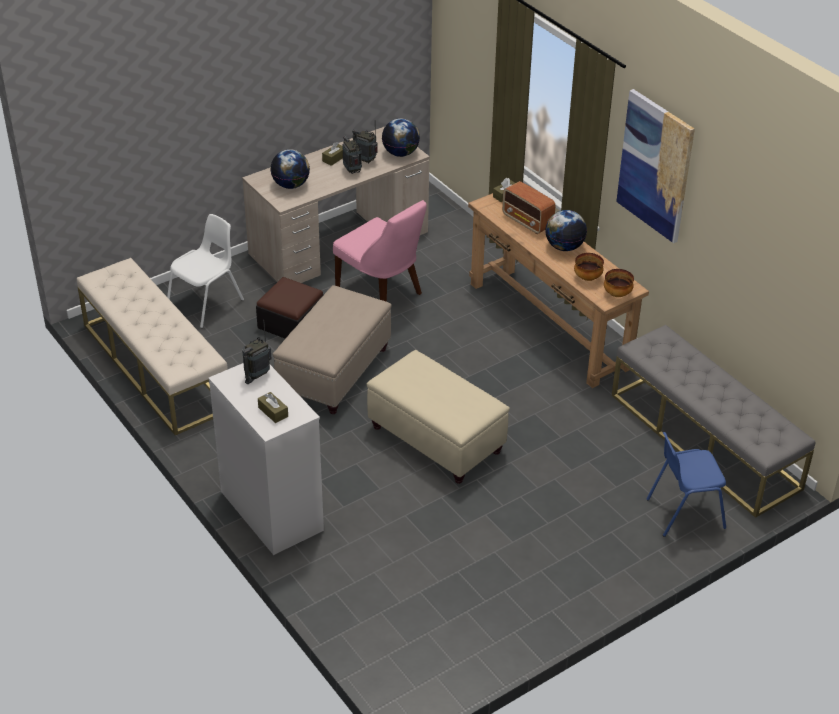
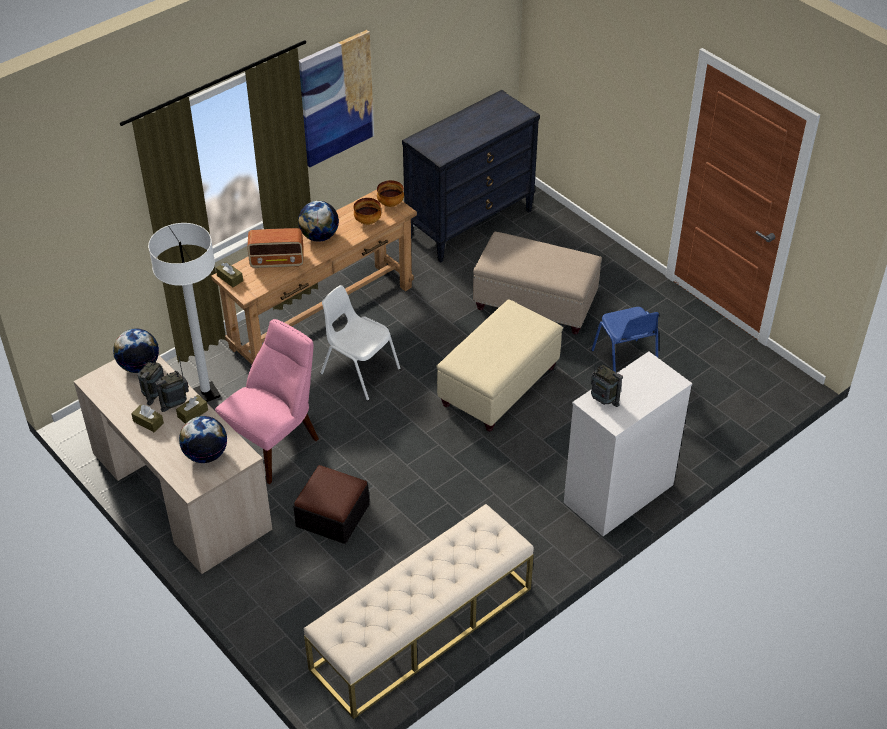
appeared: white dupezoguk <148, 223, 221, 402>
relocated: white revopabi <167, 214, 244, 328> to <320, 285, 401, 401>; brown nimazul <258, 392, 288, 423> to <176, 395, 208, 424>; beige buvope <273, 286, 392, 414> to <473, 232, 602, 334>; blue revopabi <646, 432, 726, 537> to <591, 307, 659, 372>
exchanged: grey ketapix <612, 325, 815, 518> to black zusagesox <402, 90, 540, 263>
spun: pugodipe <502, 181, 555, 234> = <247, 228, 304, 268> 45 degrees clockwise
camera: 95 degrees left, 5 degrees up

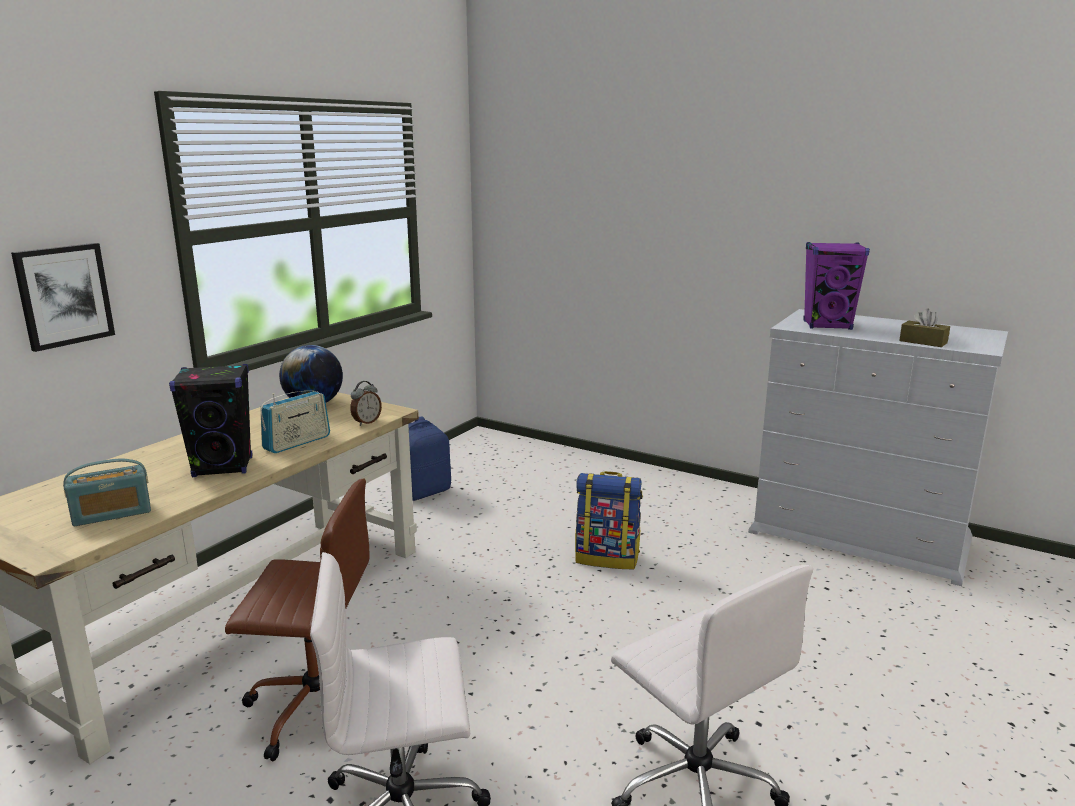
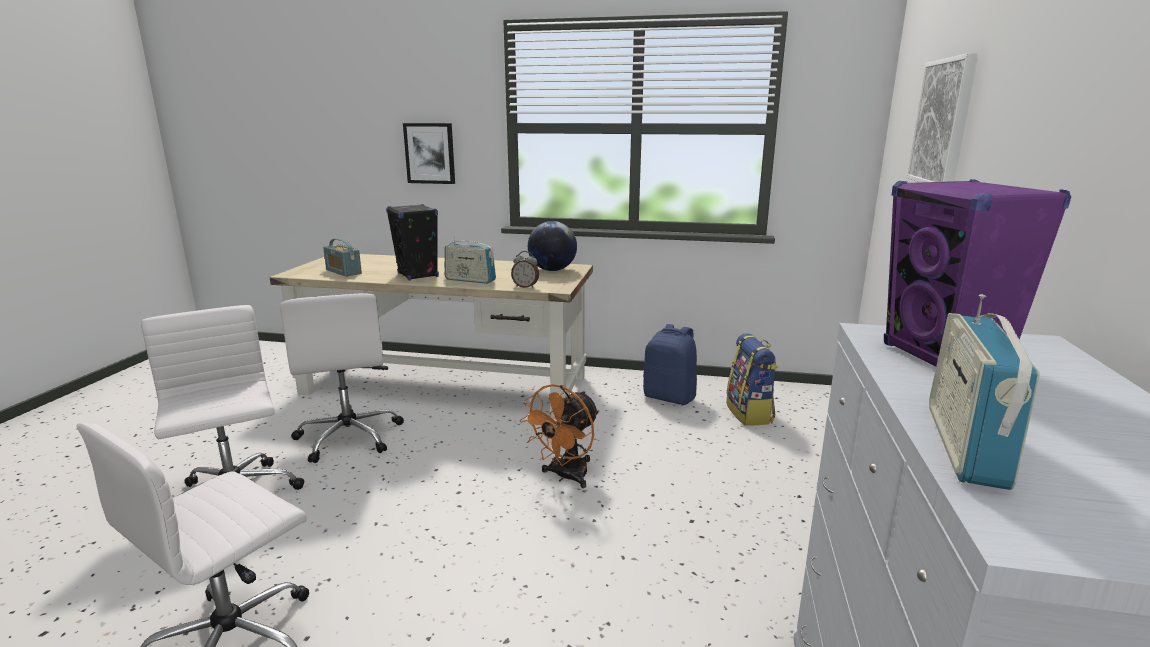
appeared: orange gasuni <520, 384, 599, 488>; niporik <906, 53, 979, 182>
relocated: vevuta <575, 471, 643, 569> to <726, 333, 777, 426>
exchanged: brown nimazul <899, 309, 950, 347> to pugodipe <929, 294, 1040, 490>
colour: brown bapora <225, 479, 370, 761> to white bapora <279, 293, 404, 463>
camera: 70 degrees right, 0 degrees up

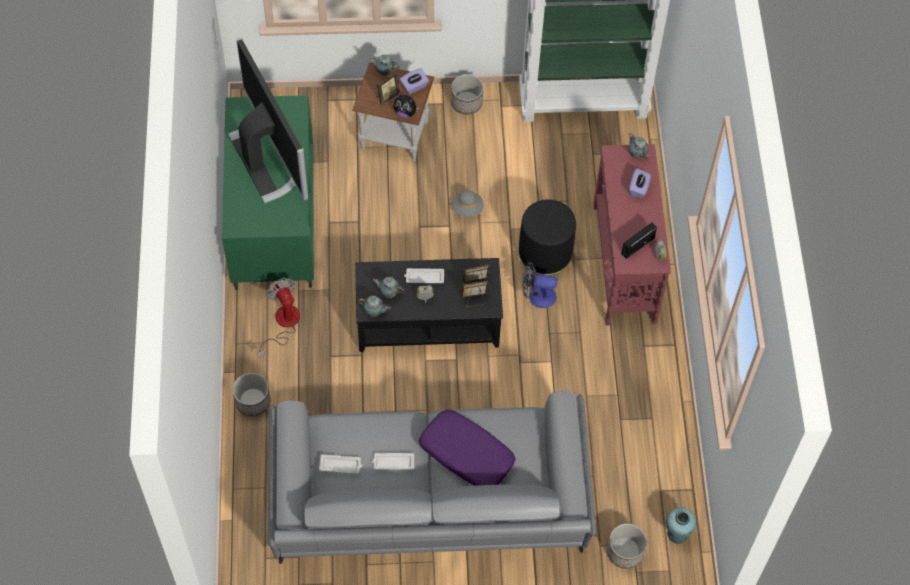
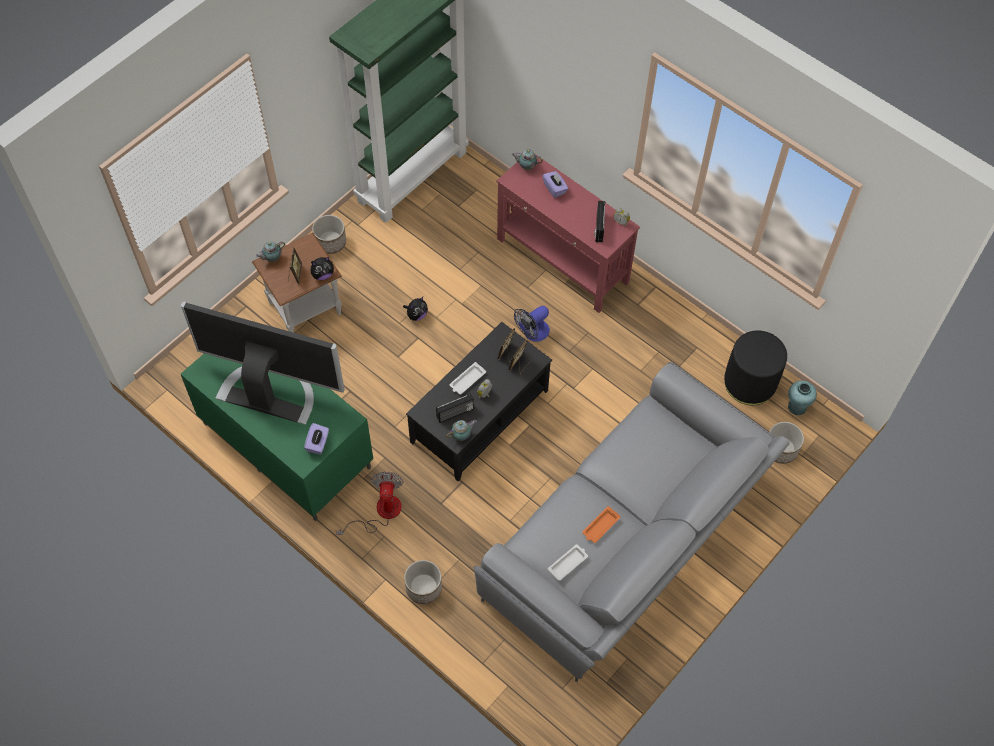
missing: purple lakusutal <419, 410, 515, 486>
relocated: purple nimazul <400, 68, 429, 94> to <304, 423, 329, 455>; black buvope <519, 200, 576, 275> to <724, 330, 787, 405>
exchanged: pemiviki <373, 277, 405, 298> to pugodipe <436, 393, 474, 423>; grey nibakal <452, 190, 484, 217> to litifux <403, 297, 428, 321>
colour: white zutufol <372, 453, 414, 470> to orange zutufol <582, 506, 621, 543>
spun: gasuni <258, 278, 300, 358> = <336, 472, 403, 535> 75 degrees clockwise
camera: 45 degrees left, 0 degrees up

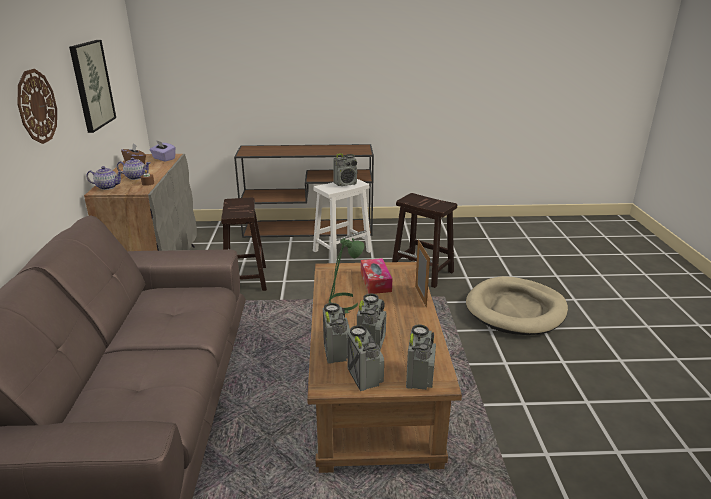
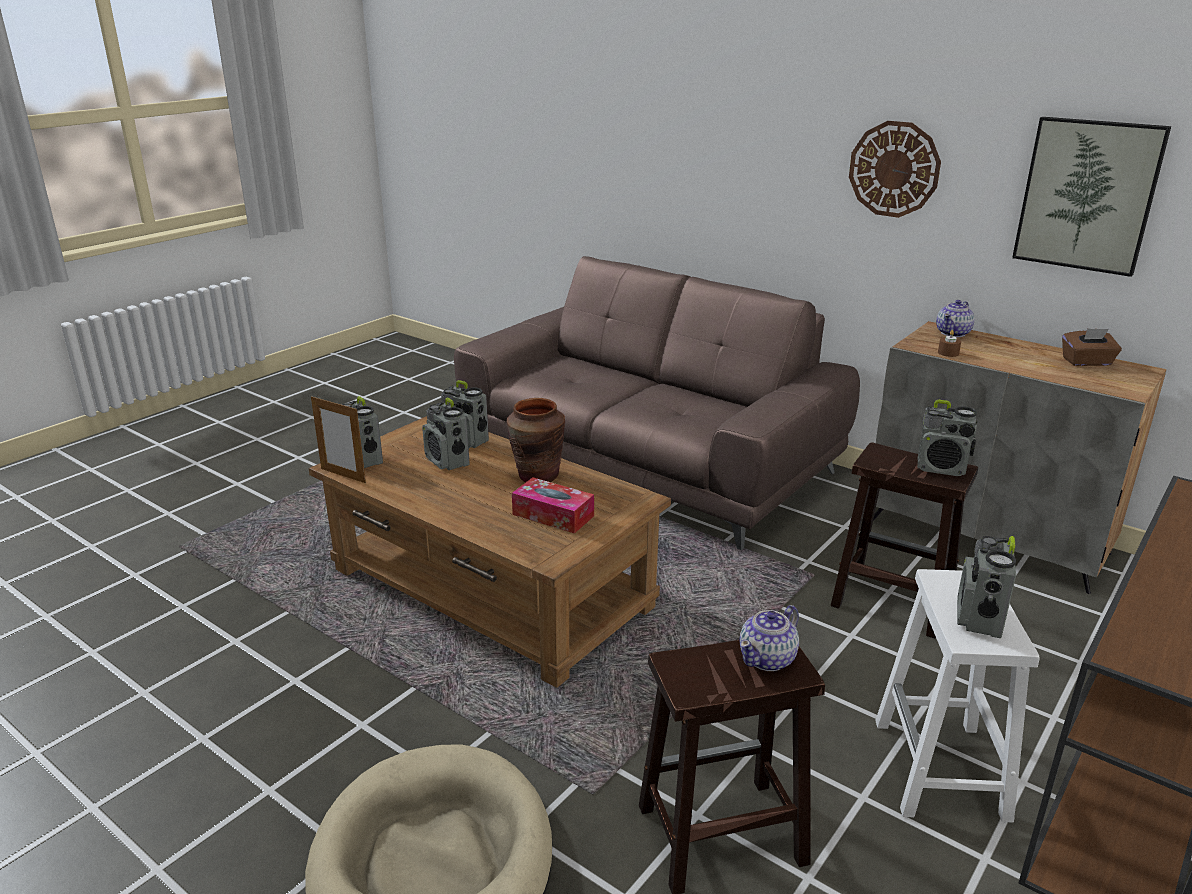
missing: purple nimazul <150, 140, 176, 162>
relocated: pemiviki <117, 157, 150, 180> to <739, 605, 799, 671>; pugodipe <347, 325, 384, 391> to <917, 400, 977, 476>; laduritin <415, 240, 430, 307> to <311, 395, 366, 483>
exchanged: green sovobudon <329, 238, 364, 313> to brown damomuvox <507, 398, 565, 482>
camera: 130 degrees right, 0 degrees up

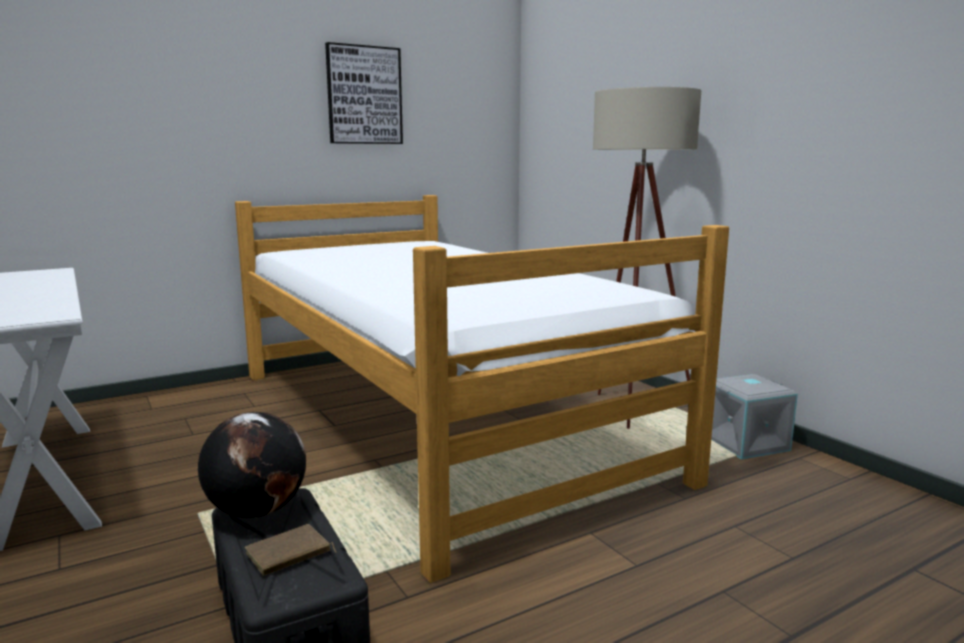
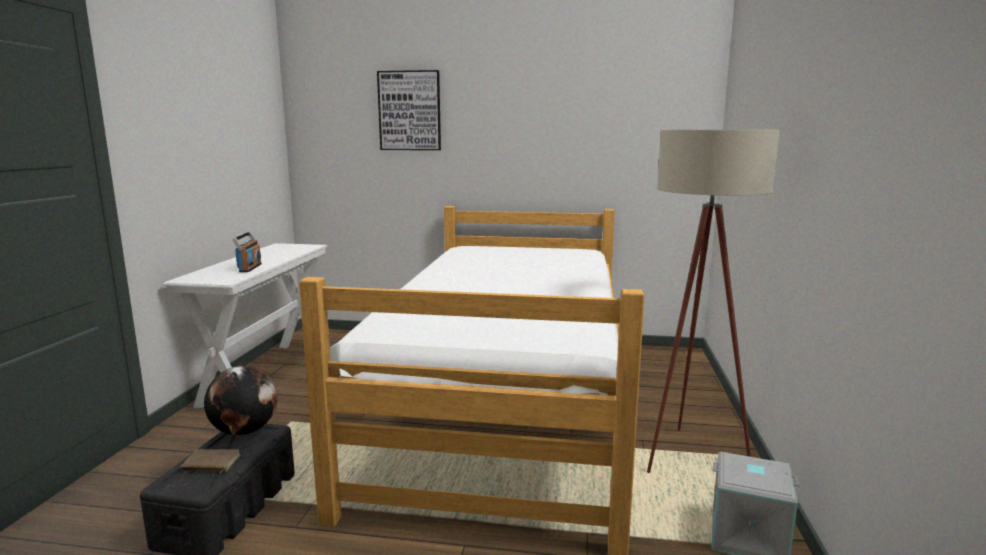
appeared: pugodipe <233, 232, 262, 272>
relocated: niporik <325, 42, 403, 144> to <377, 70, 441, 150>
camera: 40 degrees right, 0 degrees up

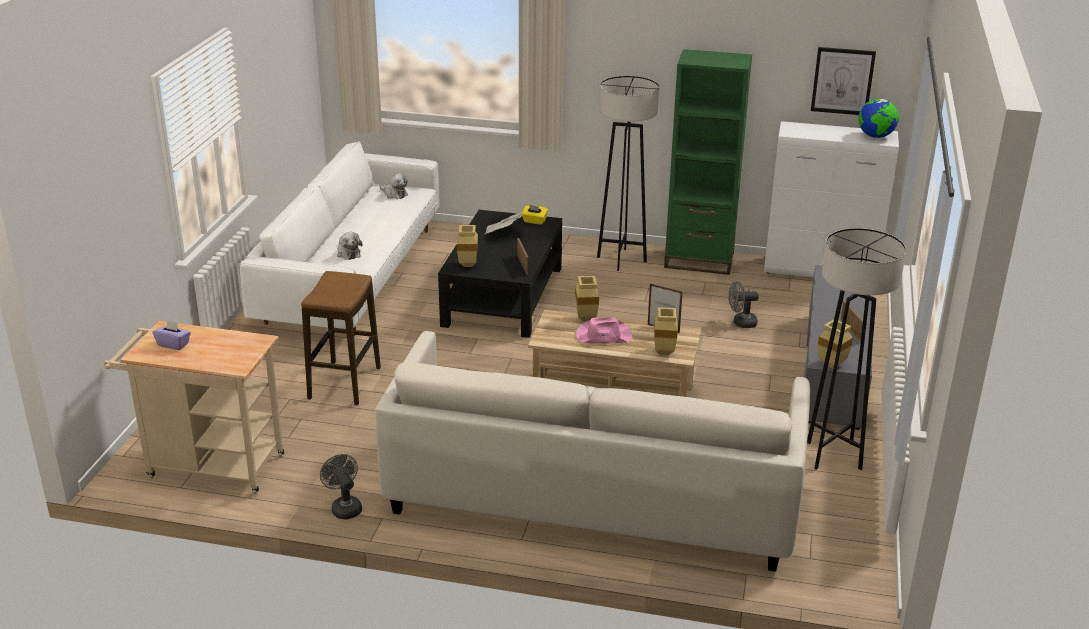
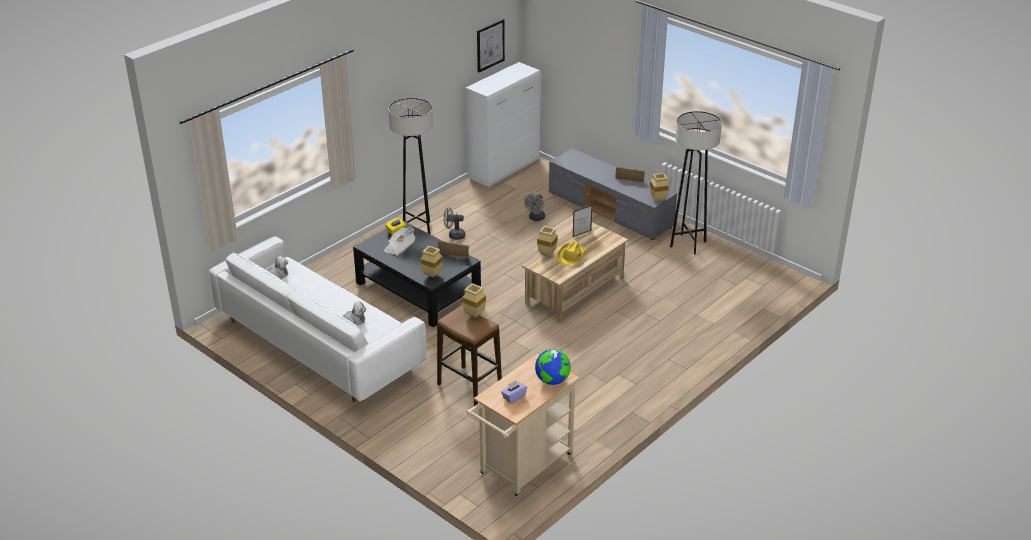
missing: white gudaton <375, 331, 810, 571>; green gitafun <664, 49, 752, 275>
relocated: grey gasuni <320, 454, 362, 519> to <443, 207, 465, 240>; beige damomuvox <654, 307, 678, 355> to <462, 283, 486, 318>; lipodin <858, 99, 899, 138> to <535, 349, 571, 385>
colour: pink nibakal <575, 317, 632, 344> to yellow nibakal <556, 241, 588, 265>
camera: 60 degrees left, 5 degrees up

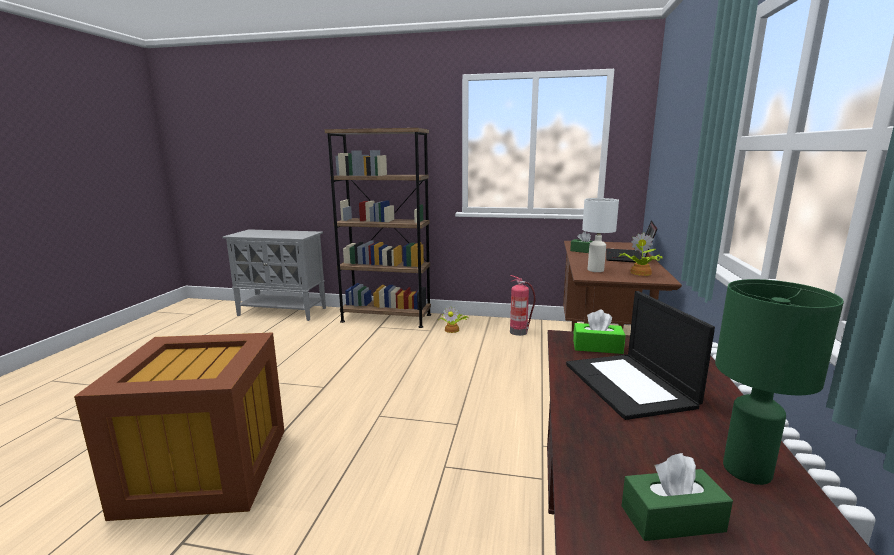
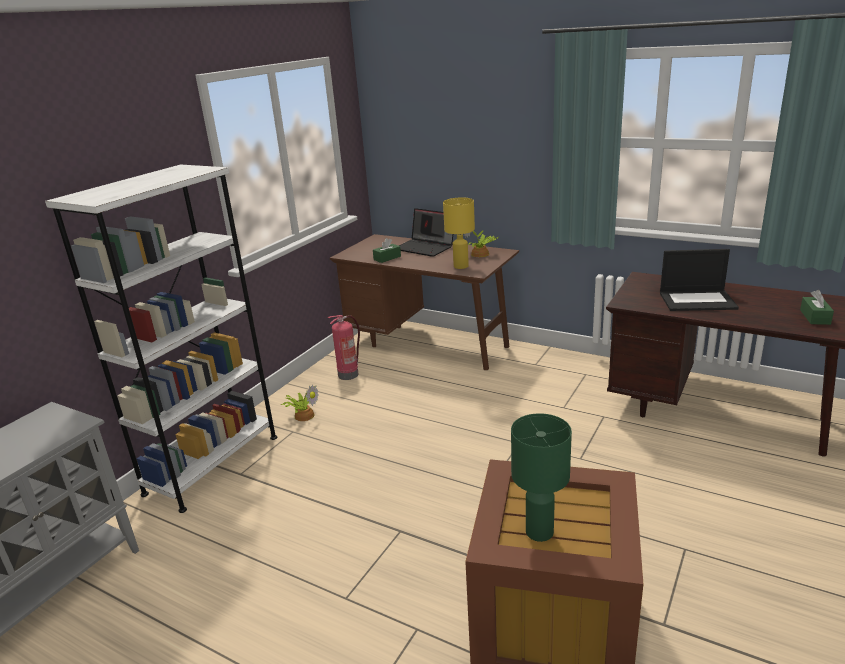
missing: green nimazul <573, 310, 625, 354>
relocated: green sovobudon <715, 279, 844, 485> to <511, 413, 572, 542>
colour: brown gitafun <325, 128, 431, 328> to white gitafun <45, 164, 277, 513>; white sovobudon <582, 198, 619, 272> to yellow sovobudon <443, 197, 475, 269>
camera: 70 degrees left, 10 degrees up

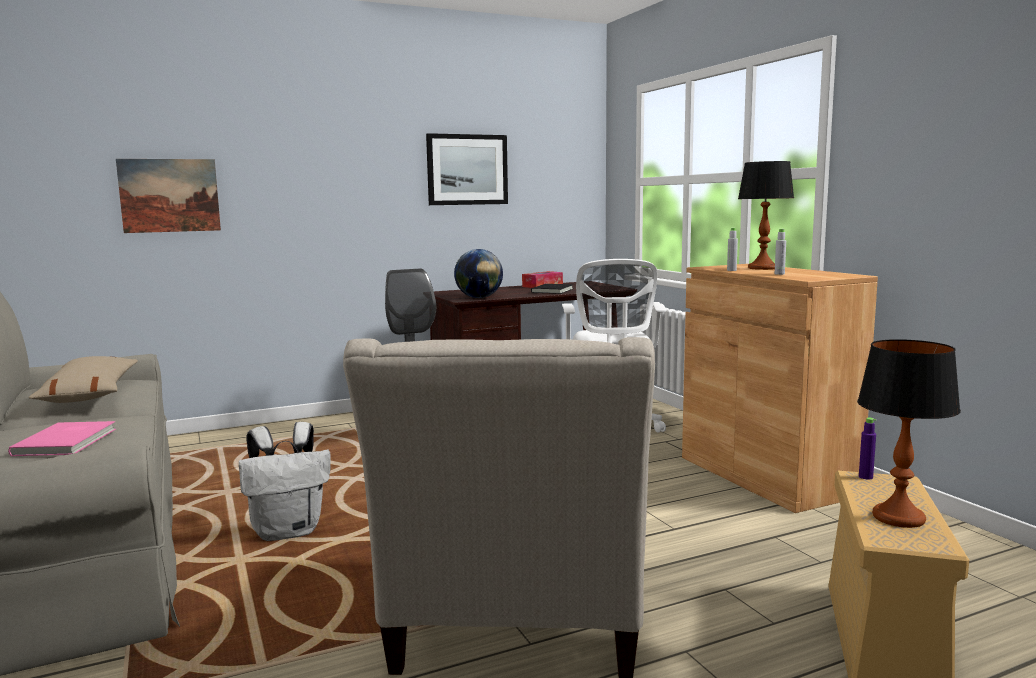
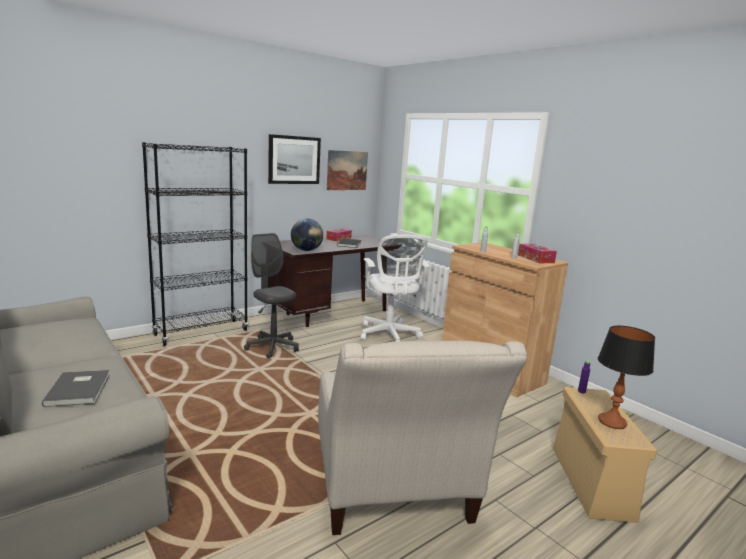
missing: beige lakusutal <29, 356, 138, 403>; white vevuta <239, 422, 331, 541>; sovobudon <738, 161, 794, 270>
appeared: black gitafun <142, 142, 248, 346>; nimazul <518, 244, 557, 263>
relocated: niporik <116, 159, 221, 233> to <327, 150, 368, 190>
colour: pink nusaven <8, 421, 116, 456> to grey nusaven <42, 370, 109, 407>
camera: 15 degrees left, 5 degrees up

